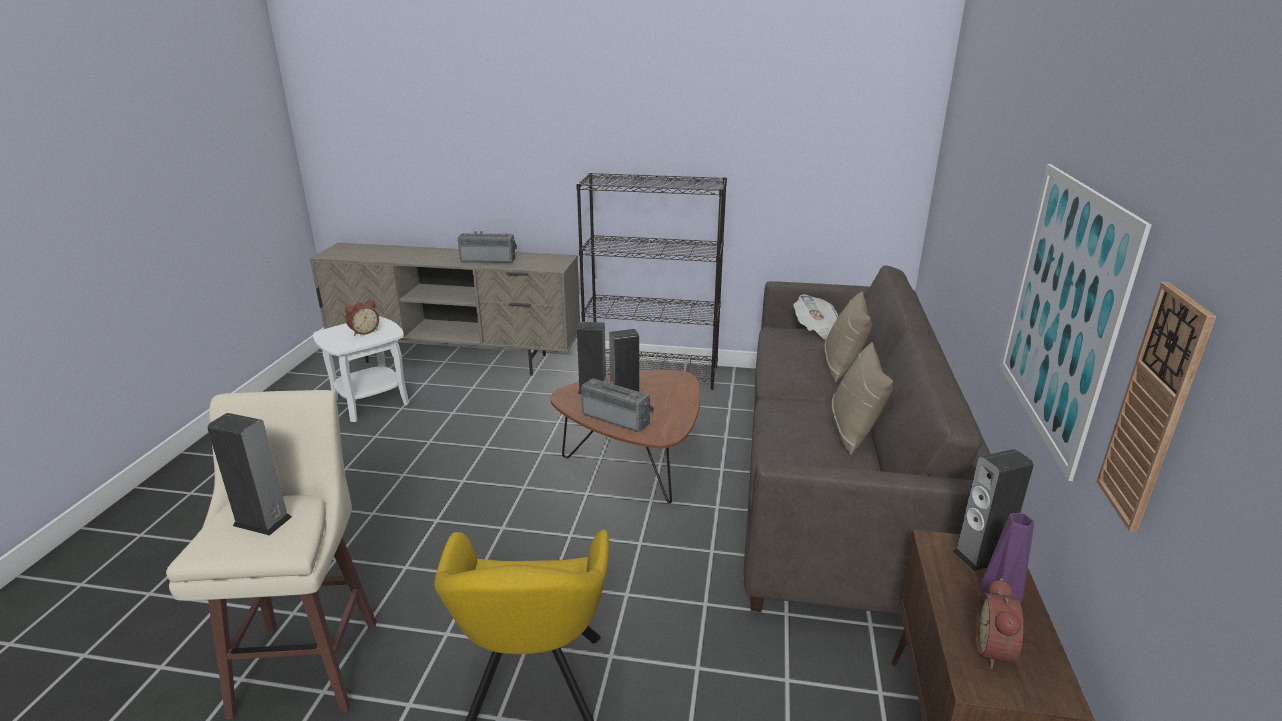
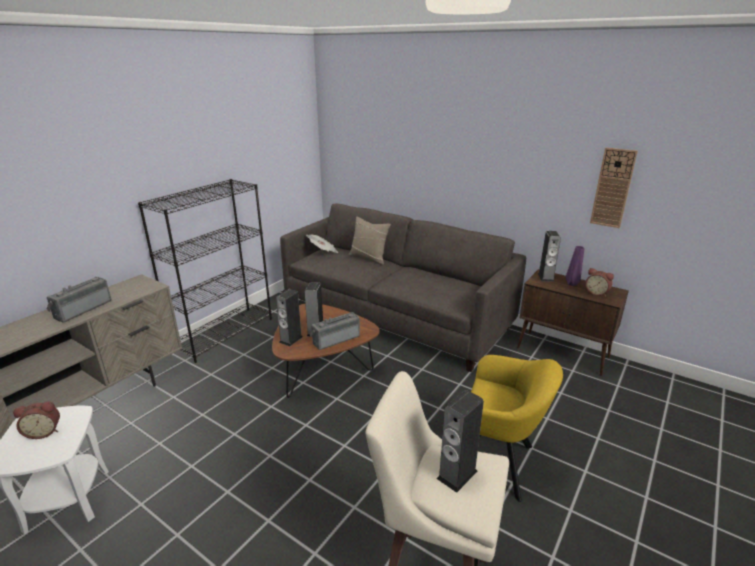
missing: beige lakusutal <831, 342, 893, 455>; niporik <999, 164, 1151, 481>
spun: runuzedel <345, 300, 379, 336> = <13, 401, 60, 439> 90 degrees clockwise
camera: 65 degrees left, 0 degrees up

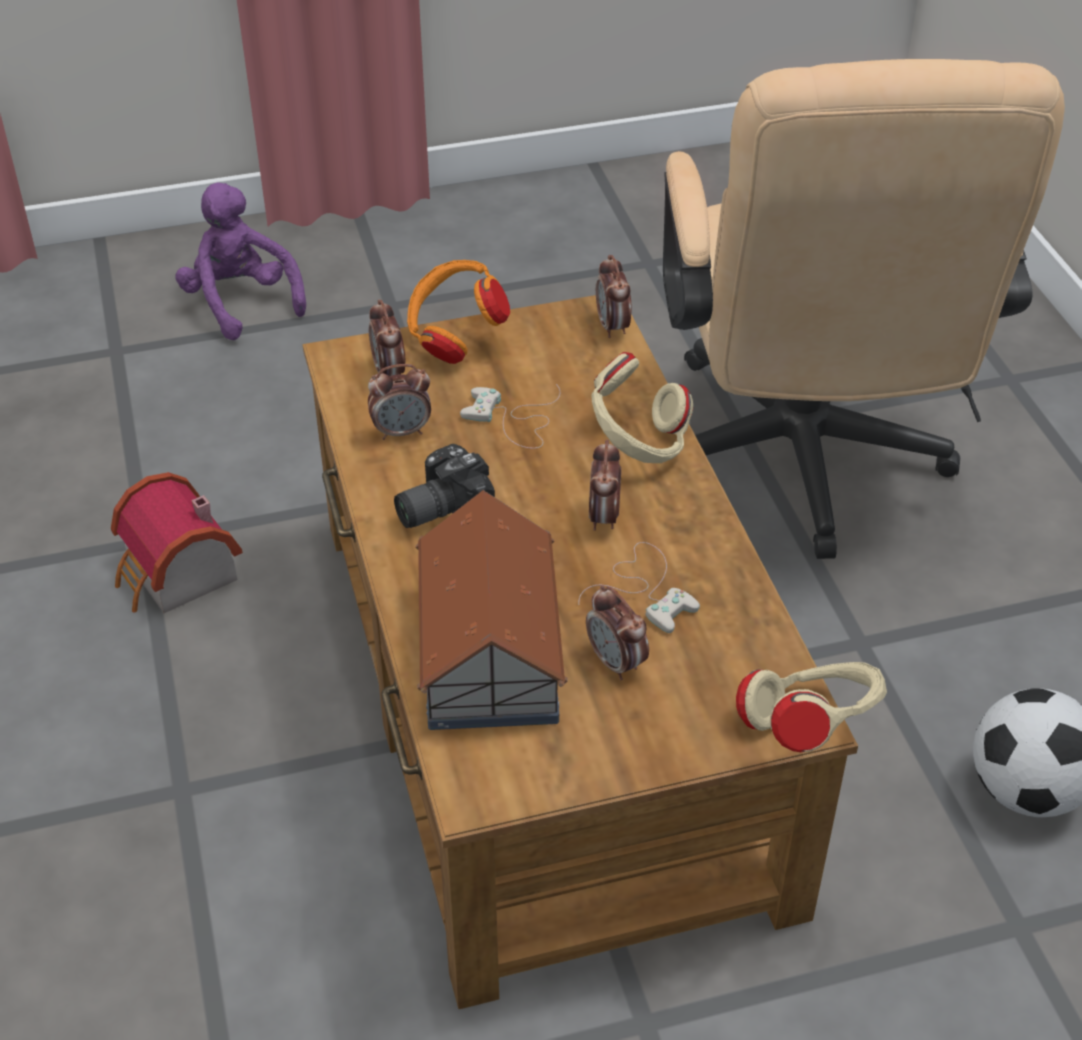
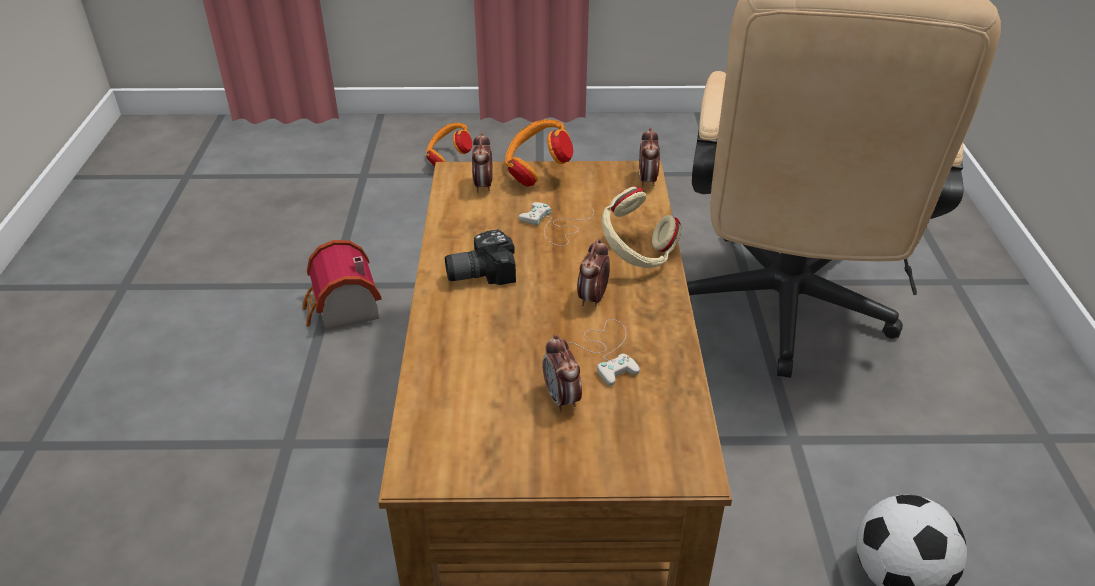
missing: runuzedel <368, 364, 431, 440>; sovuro <415, 490, 568, 730>; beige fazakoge <736, 662, 887, 752>
exchanged: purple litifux <175, 182, 306, 340> to orange fazakoge <426, 123, 472, 166>
camera: 15 degrees right, 5 degrees down

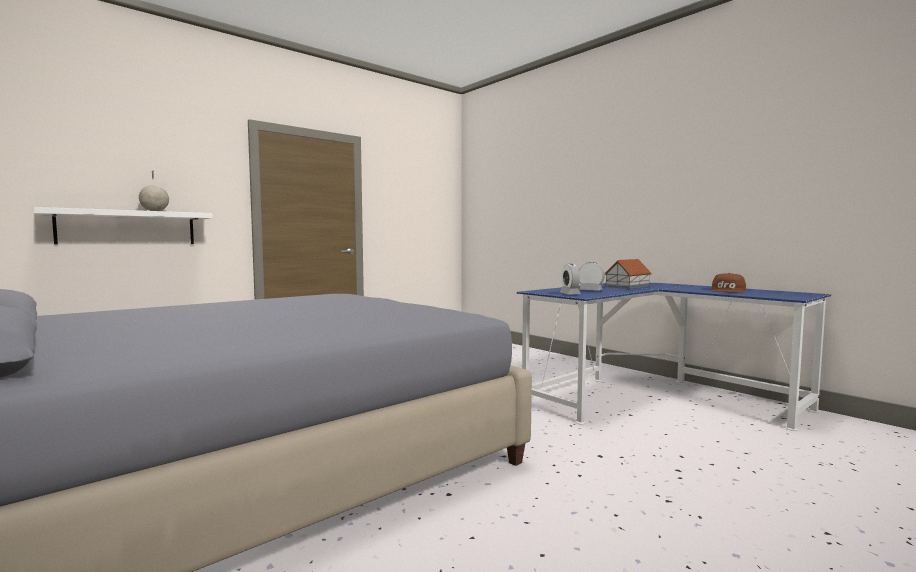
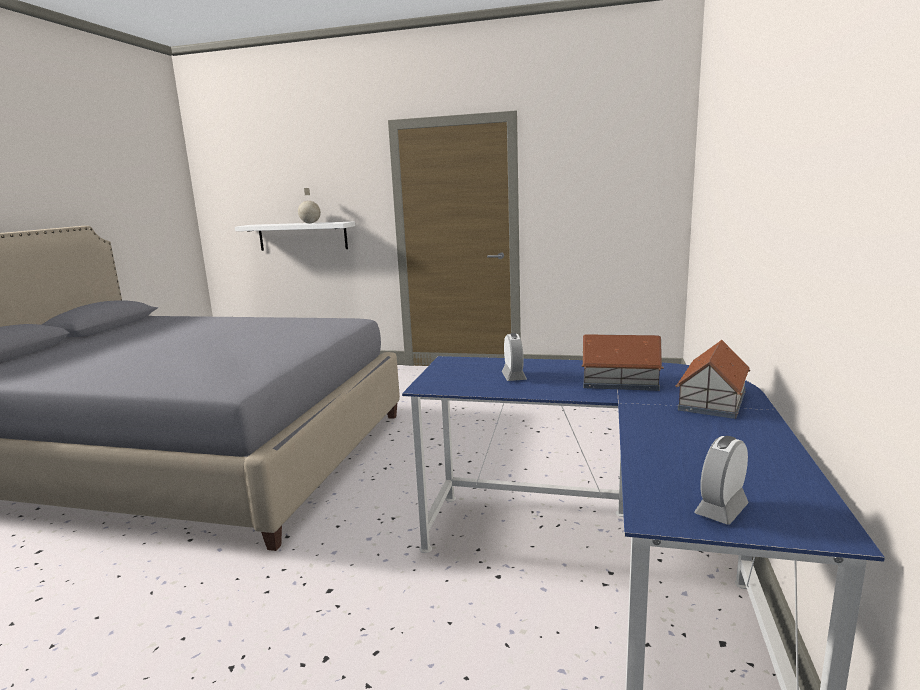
missing: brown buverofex <710, 273, 746, 293>
appeared: sovuro <676, 340, 750, 419>
relocated: runuzedel <560, 264, 581, 294> to <694, 436, 749, 525>
camera: 55 degrees right, 10 degrees up

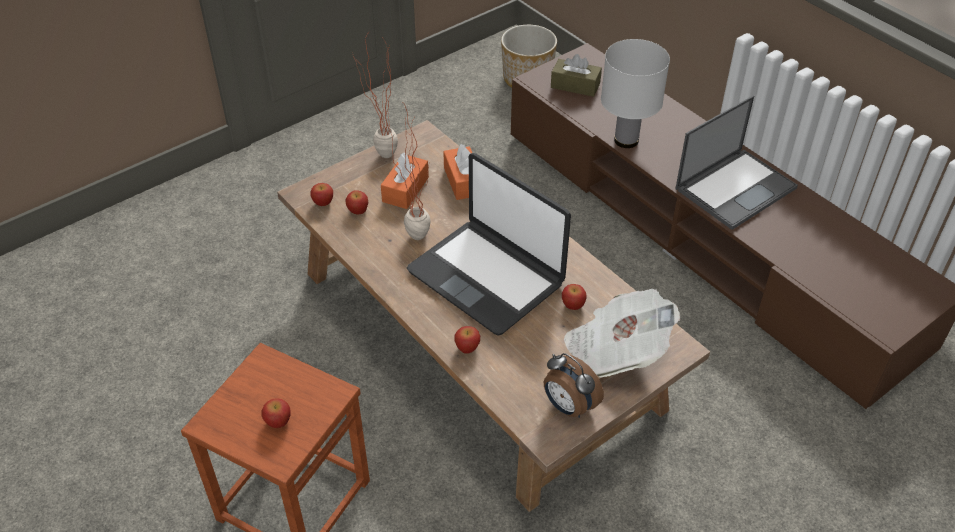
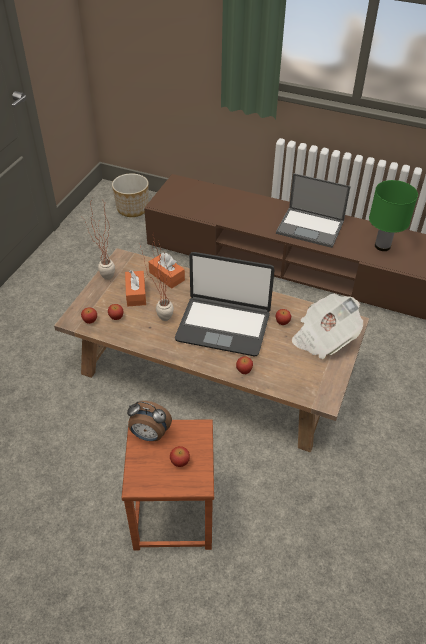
missing: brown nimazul <551, 54, 602, 97>; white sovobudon <601, 39, 670, 148>
appeared: green sovobudon <369, 180, 418, 251>
relocated: runuzedel <544, 353, 604, 418> to <127, 401, 172, 441>
spun: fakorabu <675, 95, 798, 230> = <276, 173, 351, 248> 90 degrees clockwise
camera: 30 degrees left, 0 degrees up

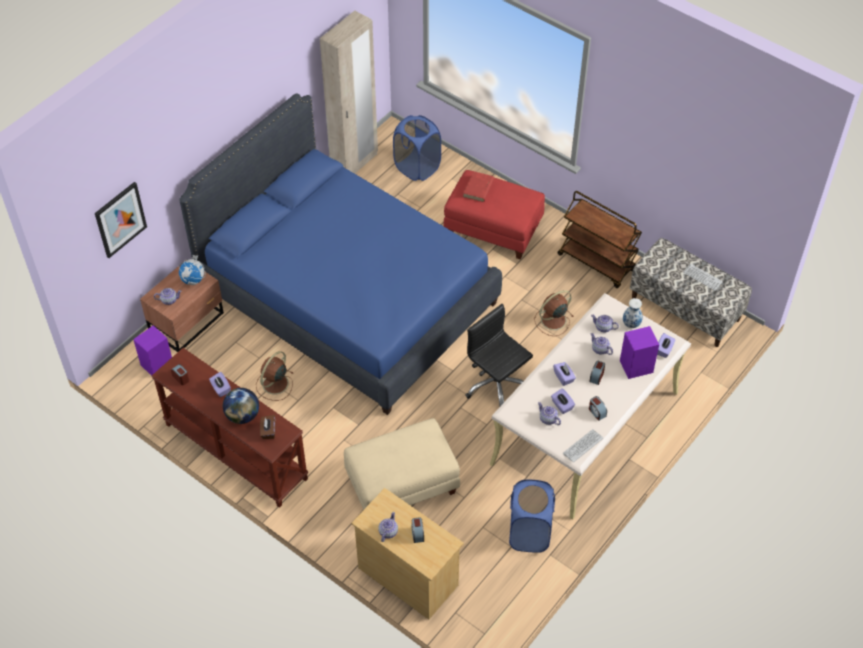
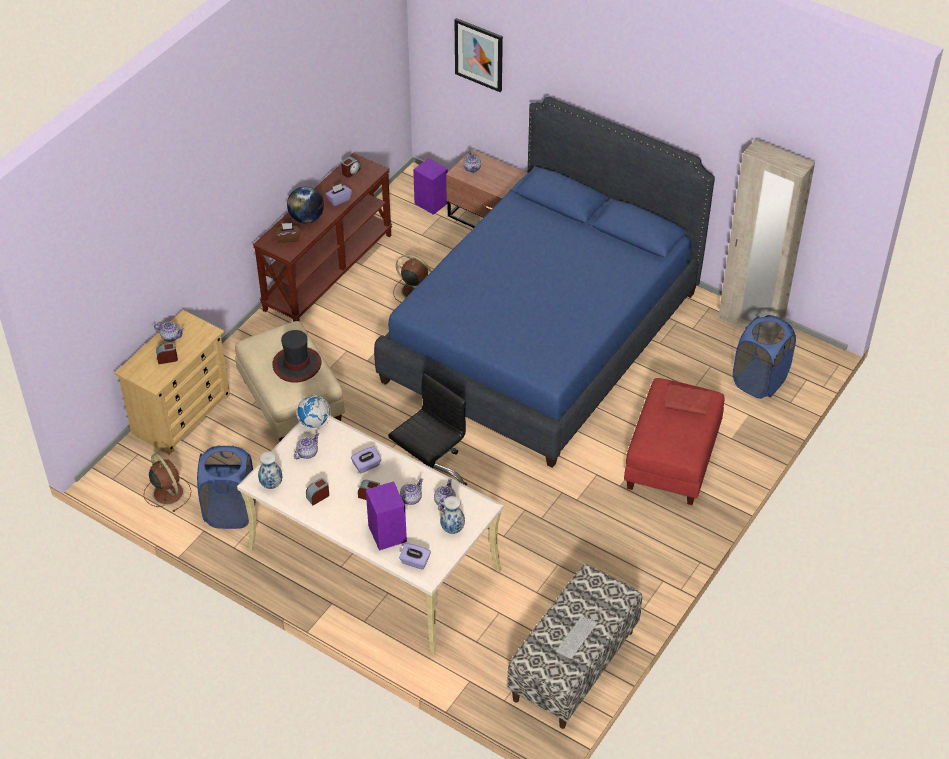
missing: purple nimazul <551, 388, 575, 414>; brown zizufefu <557, 191, 642, 288>
appeared: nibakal <272, 330, 321, 383>
relocated: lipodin <179, 255, 206, 285> to <296, 395, 331, 429>; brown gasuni <534, 290, 573, 336> to <144, 453, 191, 512>
exchanged: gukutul <562, 429, 603, 462> to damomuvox <258, 452, 282, 489>
camera: 85 degrees right, 5 degrees down

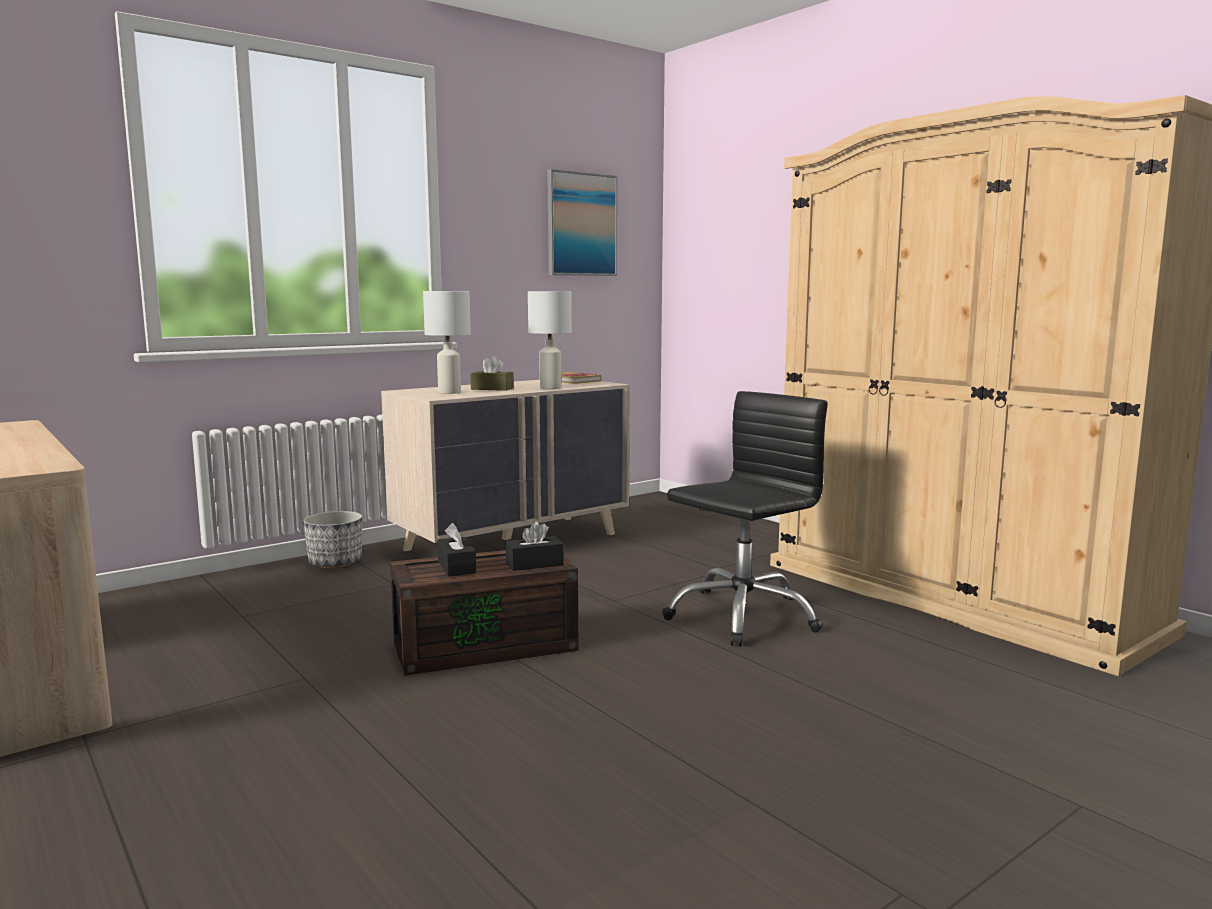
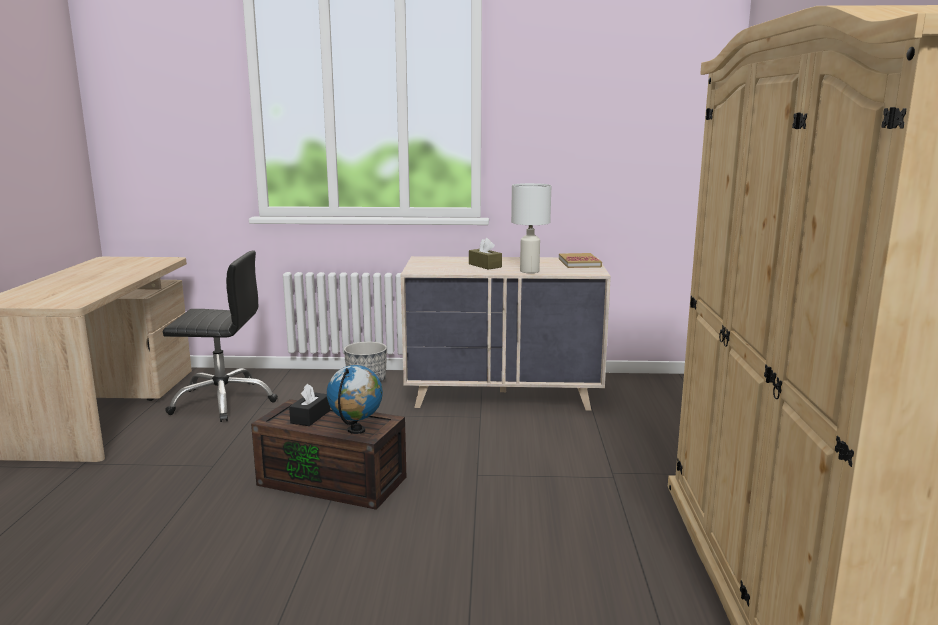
missing: white sovobudon <423, 291, 471, 394>; niporik <547, 169, 617, 276>
relocated: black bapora <662, 391, 828, 646> to <163, 251, 278, 422>
exchanged: black nimazul <506, 521, 564, 571> to lipodin <327, 365, 383, 434>
camera: 40 degrees right, 5 degrees up

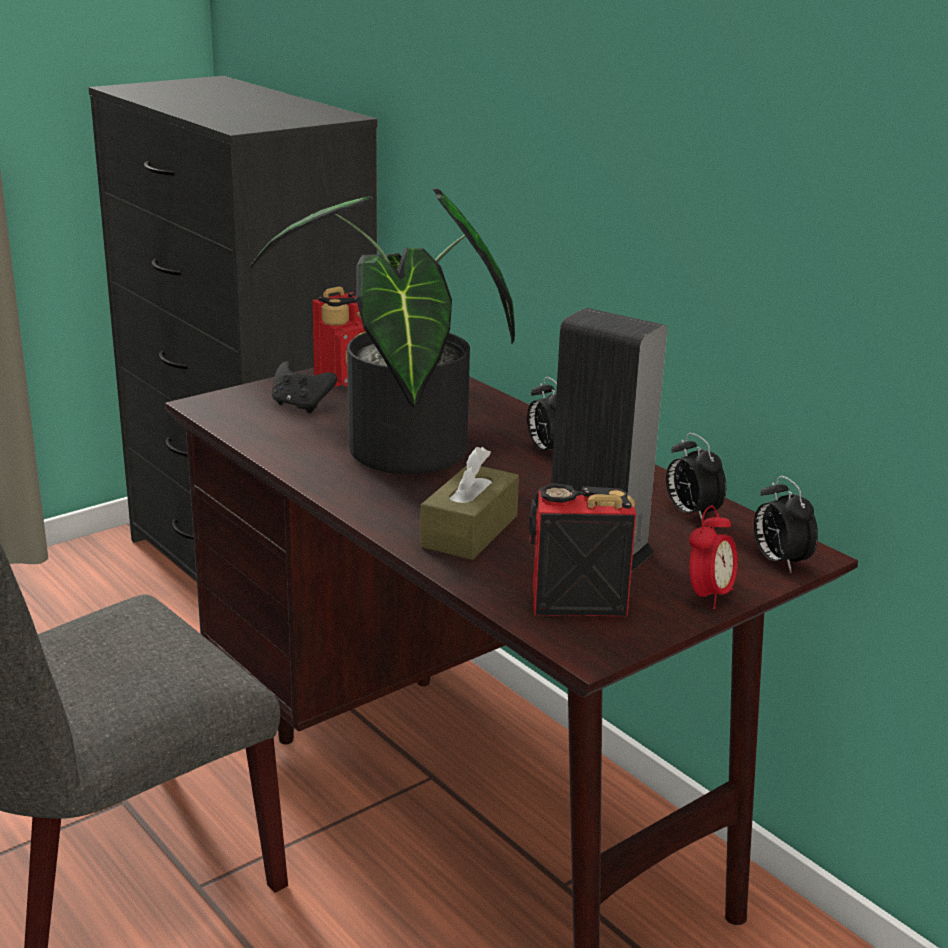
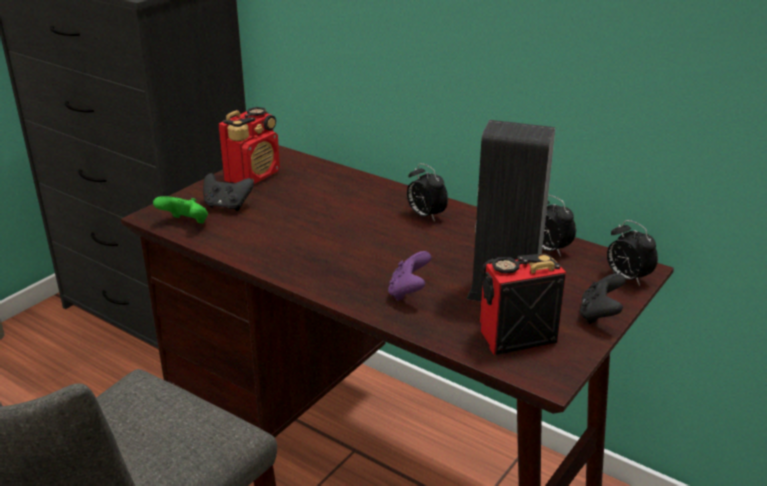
missing: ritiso <250, 188, 515, 474>
appeared: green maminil <153, 196, 208, 223>
exchanged: brown nimazul <420, 447, 519, 560> to purple maminil <388, 251, 431, 301>; runuzedel <689, 505, 738, 609> to black maminil <579, 273, 626, 324>
camera: 15 degrees left, 5 degrees up

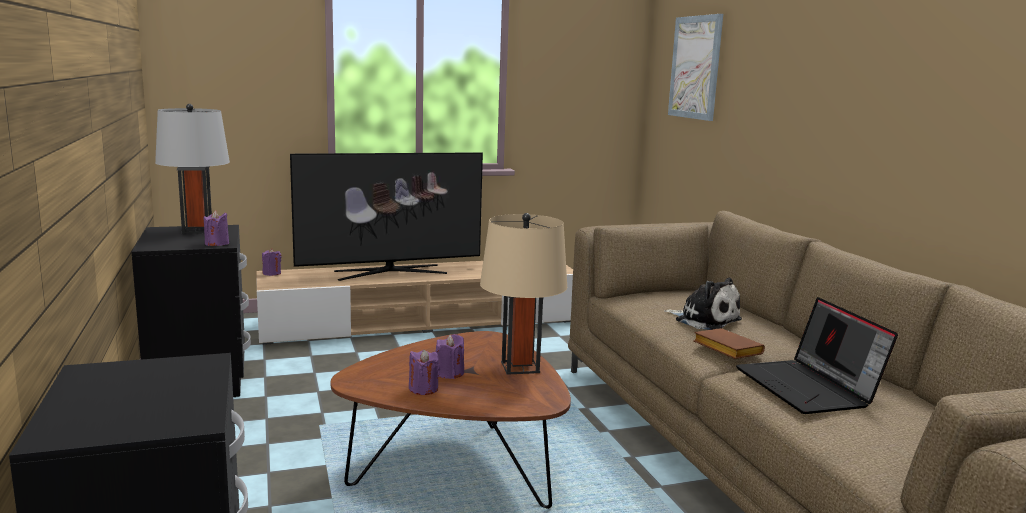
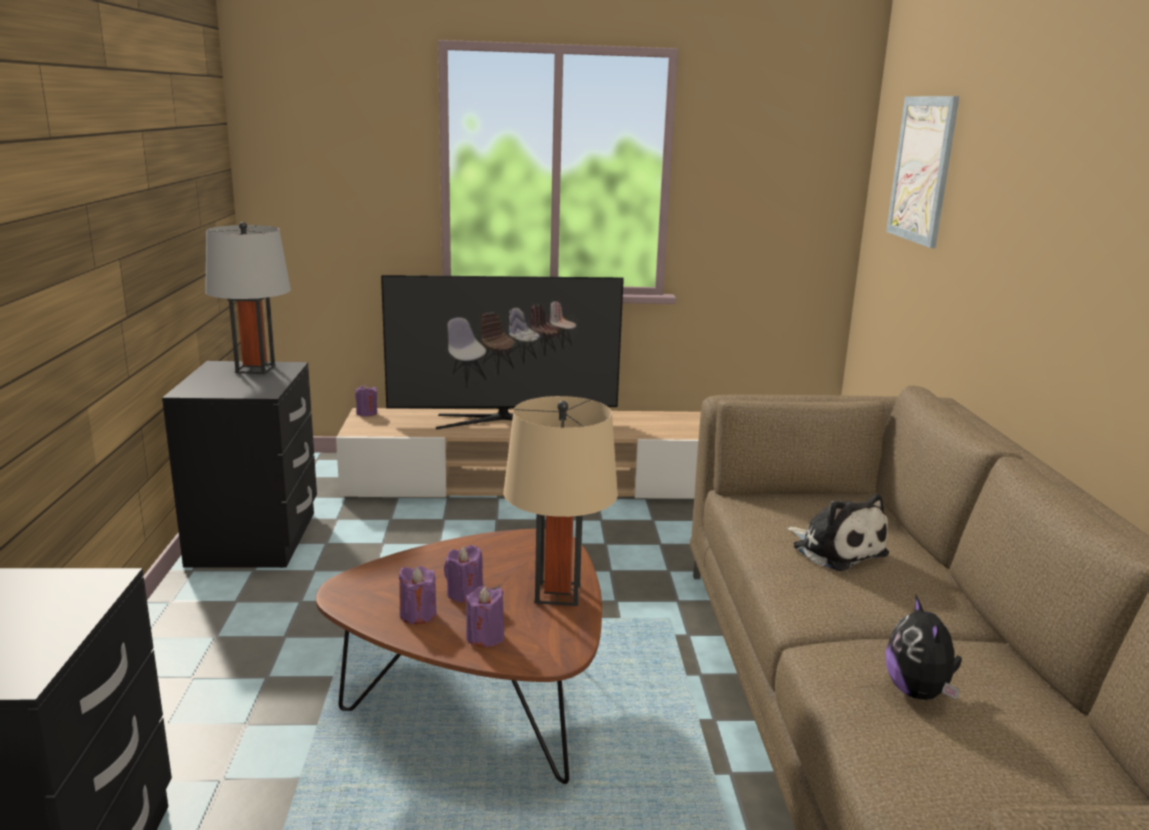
missing: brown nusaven <693, 328, 765, 359>
relocated: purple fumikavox <204, 211, 229, 246> to <466, 586, 504, 647>
exchanged: fakorabu <736, 297, 898, 414> to litifux <885, 594, 962, 700>
camera: 15 degrees right, 5 degrees up

